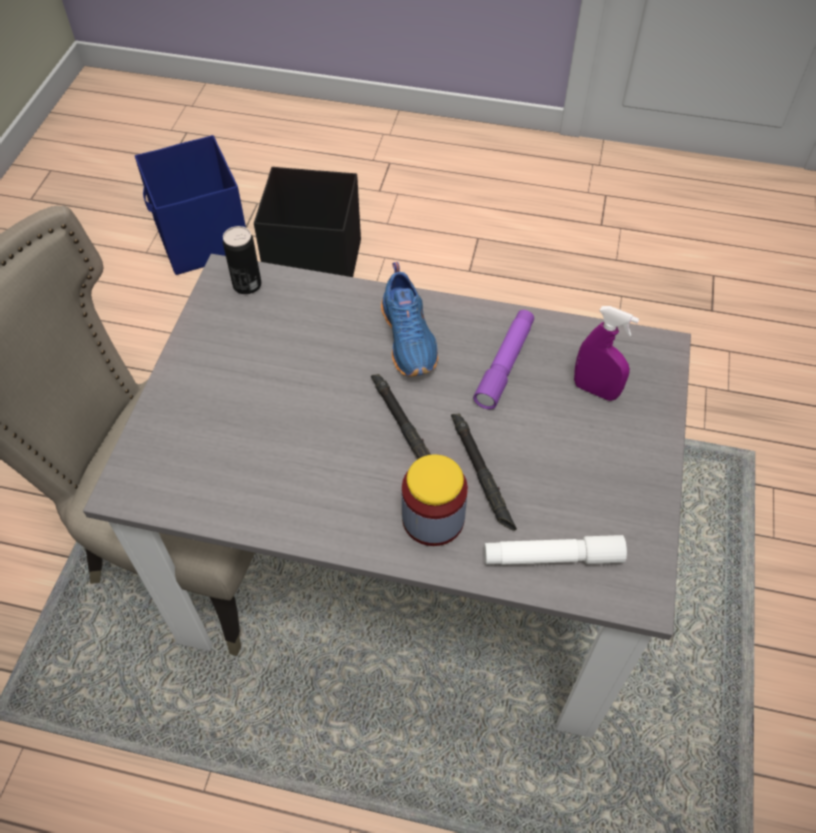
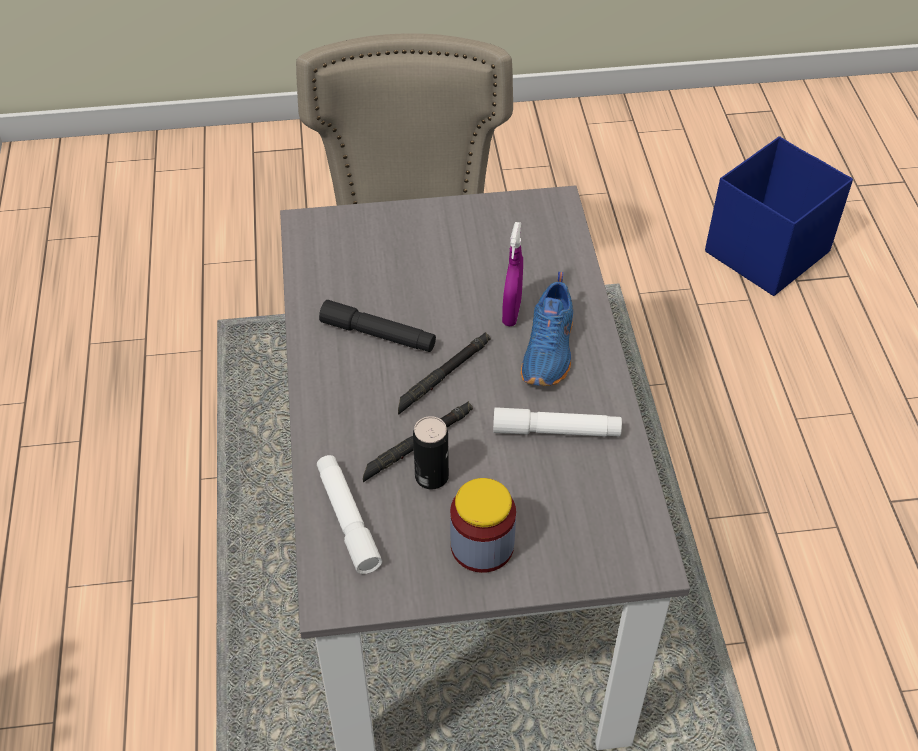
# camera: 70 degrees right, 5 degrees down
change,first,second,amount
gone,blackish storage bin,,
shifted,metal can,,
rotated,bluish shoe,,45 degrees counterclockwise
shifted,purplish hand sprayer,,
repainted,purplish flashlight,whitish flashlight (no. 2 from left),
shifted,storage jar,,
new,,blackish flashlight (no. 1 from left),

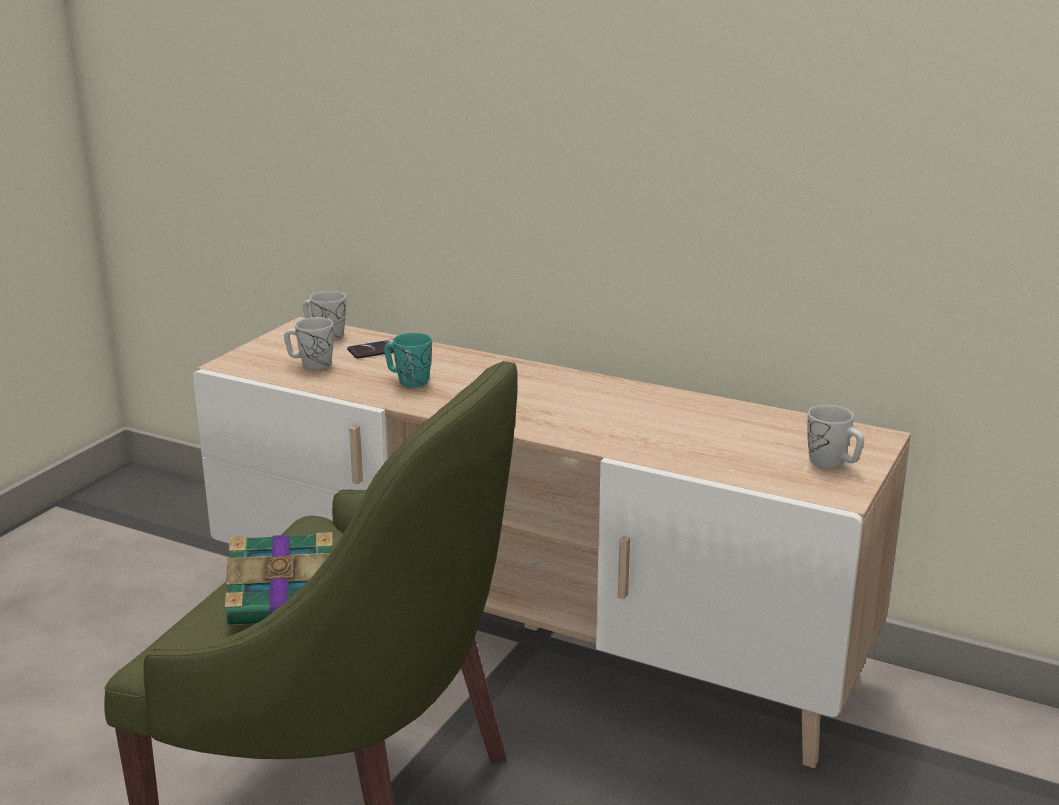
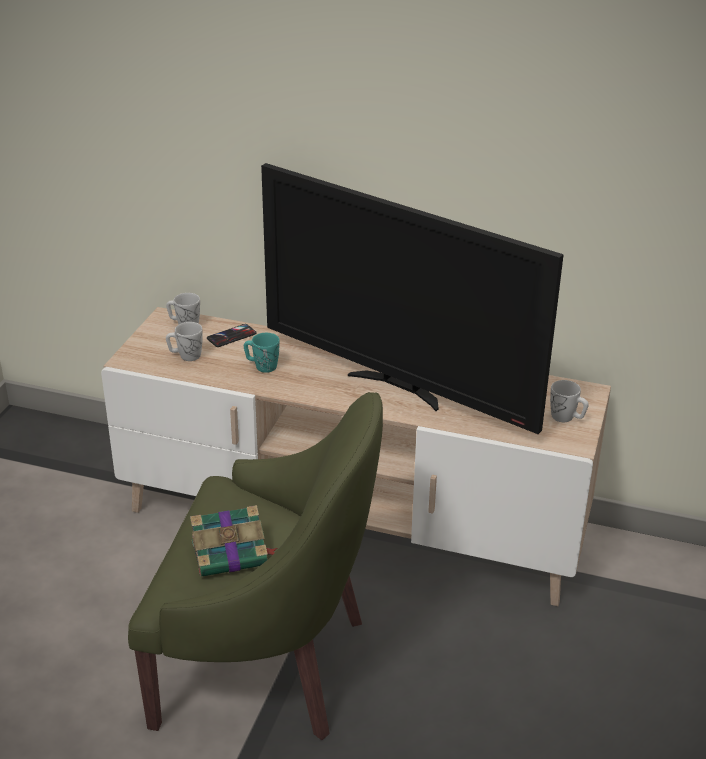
# camera: 10 degrees left, 10 degrees up
change,first,second,amount
new,,TV,

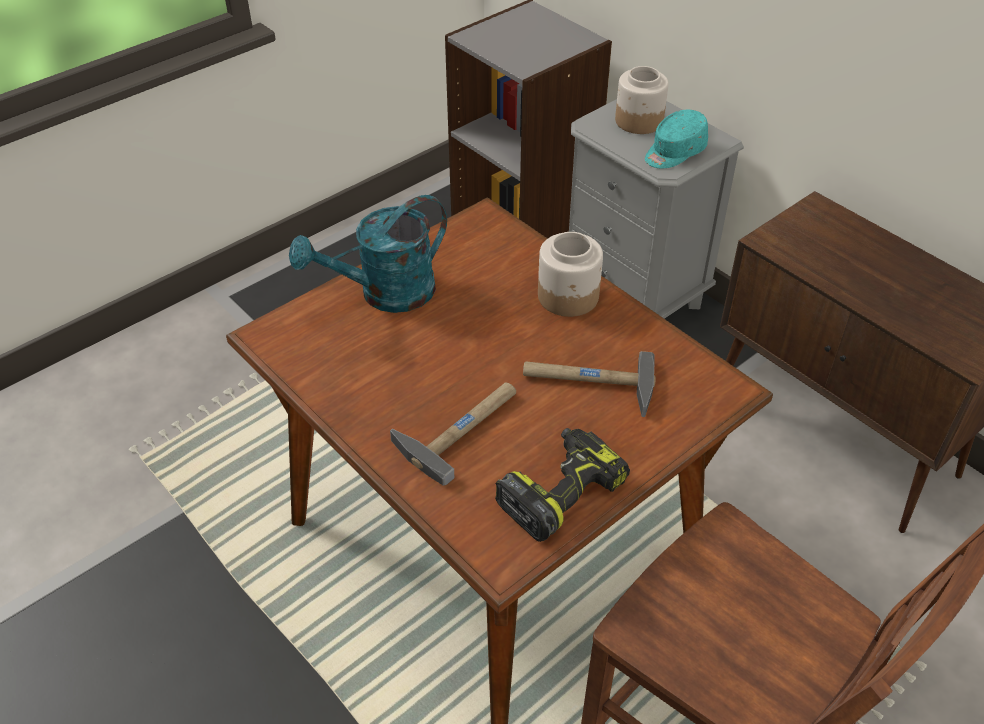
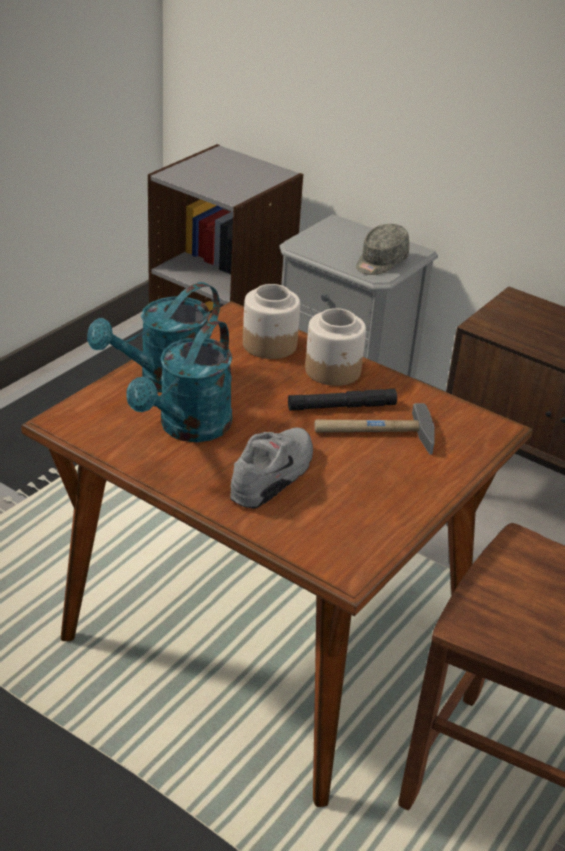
# camera: 15 degrees left, 10 degrees down
change,first,second,amount
shifted,storage jar (no. 2 from left in the first image),storage jar (no. 1 from left),
repainted,turquoise-coloured peaked cap,greyish peaked cap,
swapped,hammer (no. 1 from left),greyish shoe,
gone,electric drill,,
new,,turquoise-coloured watering can (no. 2 from left),
new,,blackish flashlight,

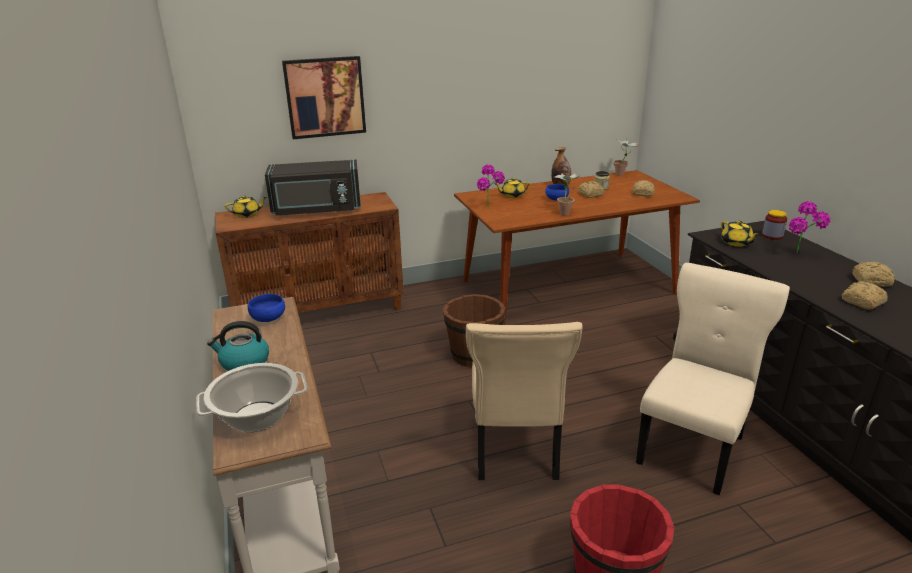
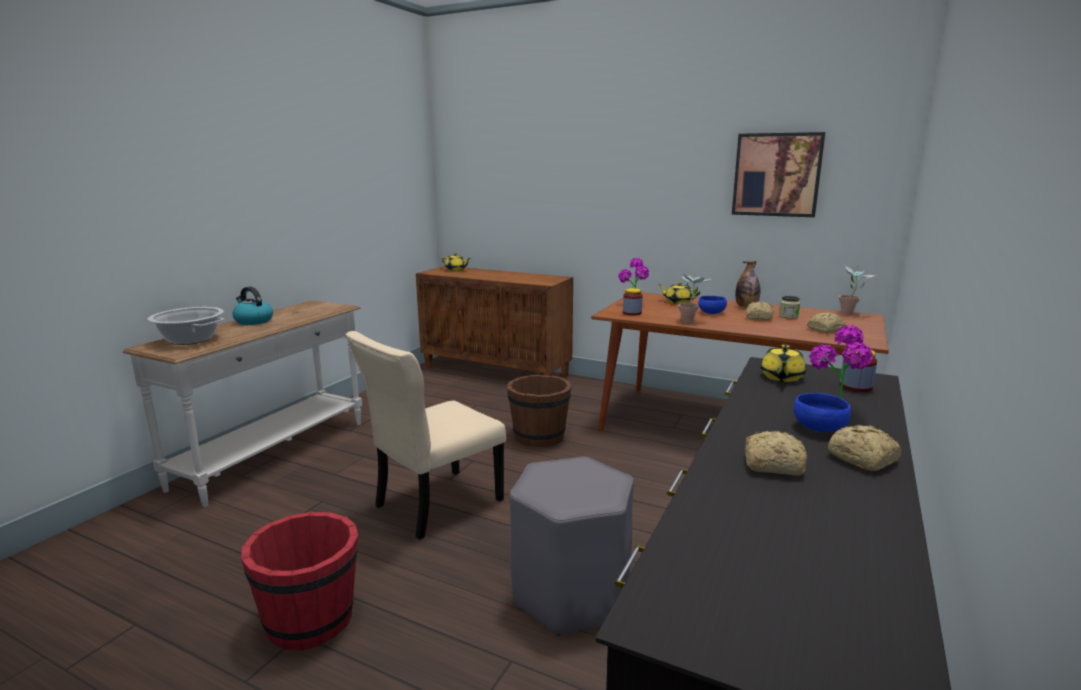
# camera: 45 degrees right, 10 degrees down
change,first,second,amount
shifted,picture,,
gone,blackish microwave,,
swapped,sand-coloured plain chair (no. 2 from left),greyish stool,
shifted,bluish deep dish (no. 1 from left in the first image),bluish deep dish (no. 2 from left),
new,,storage jar (no. 1 from left),

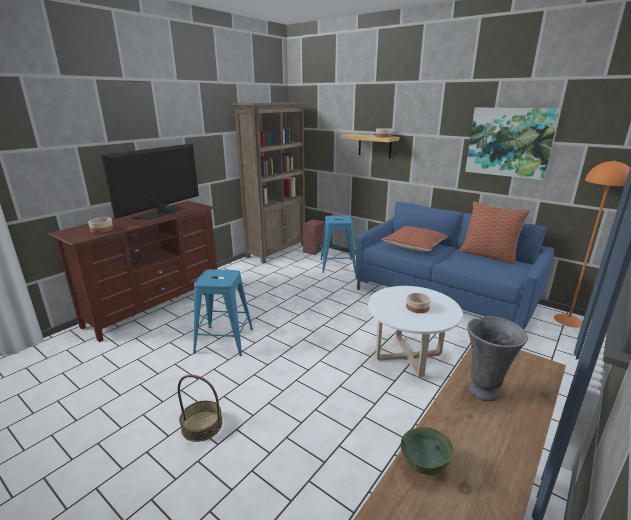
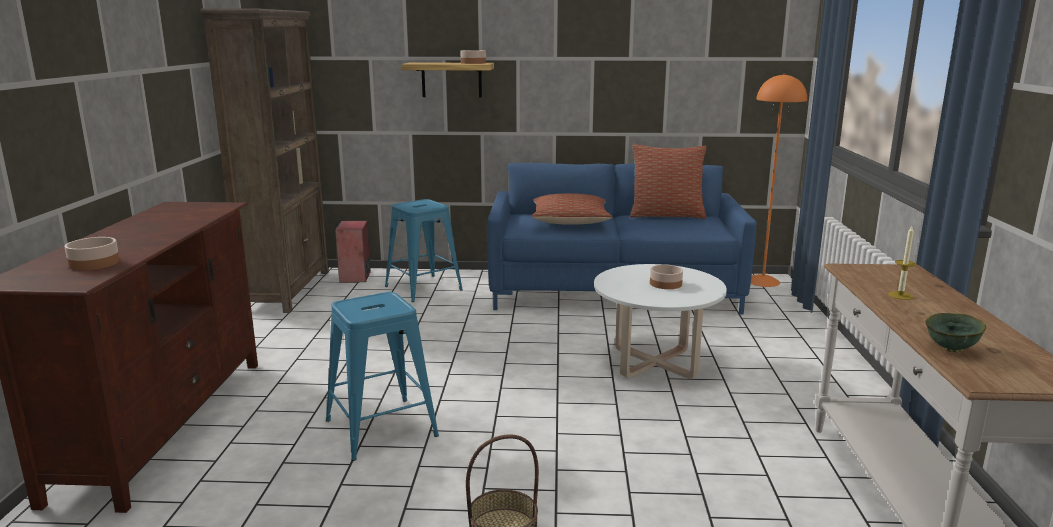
# camera: 35 degrees left, 5 degrees down
change,first,second,amount
gone,picture,,
gone,TV,,
swapped,greyish vase,candle,

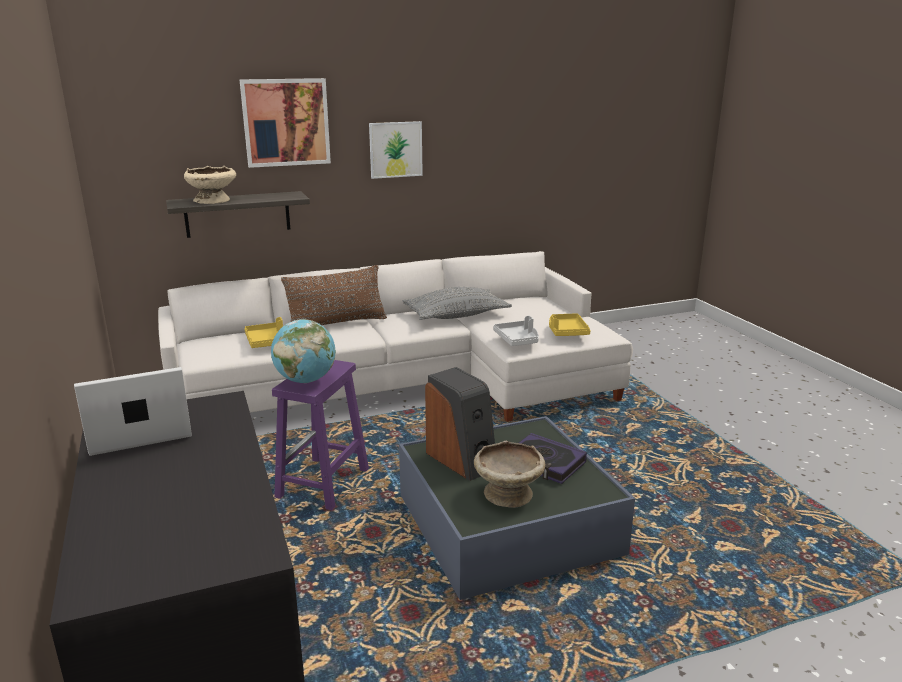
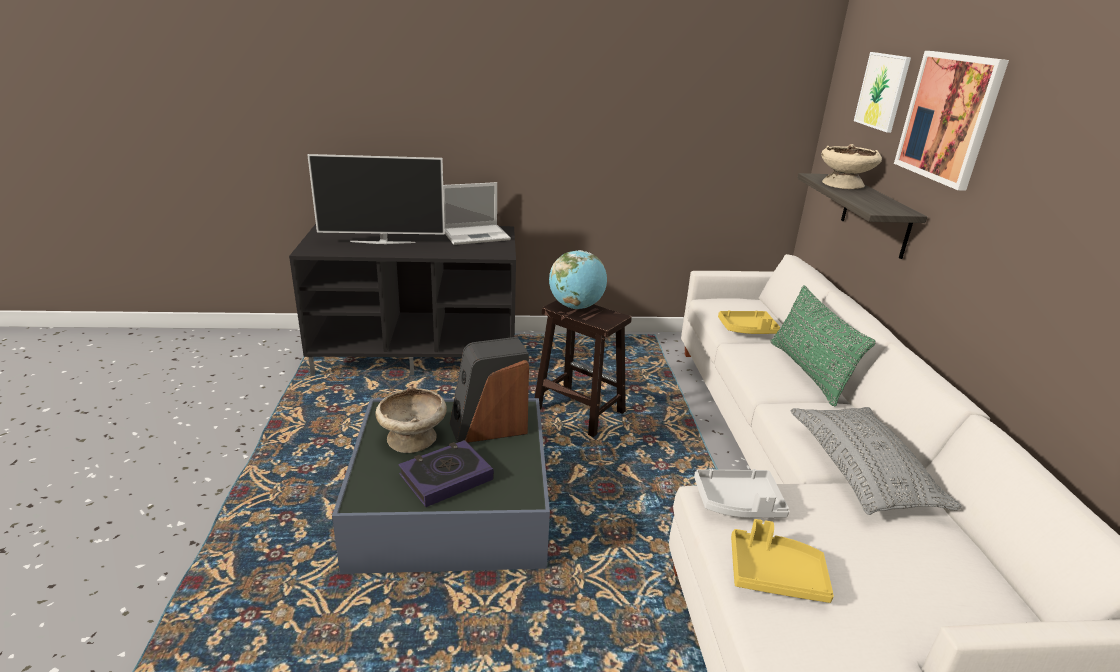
# camera: 105 degrees right, 5 degrees up
change,first,second,amount
shifted,picture (no. 2 from left in the first image),picture (no. 1 from left),
repainted,brown pillow,greenish pillow,
repainted,purplish stool,brown stool,
rotated,portable computer,,75 degrees clockwise
new,,TV,

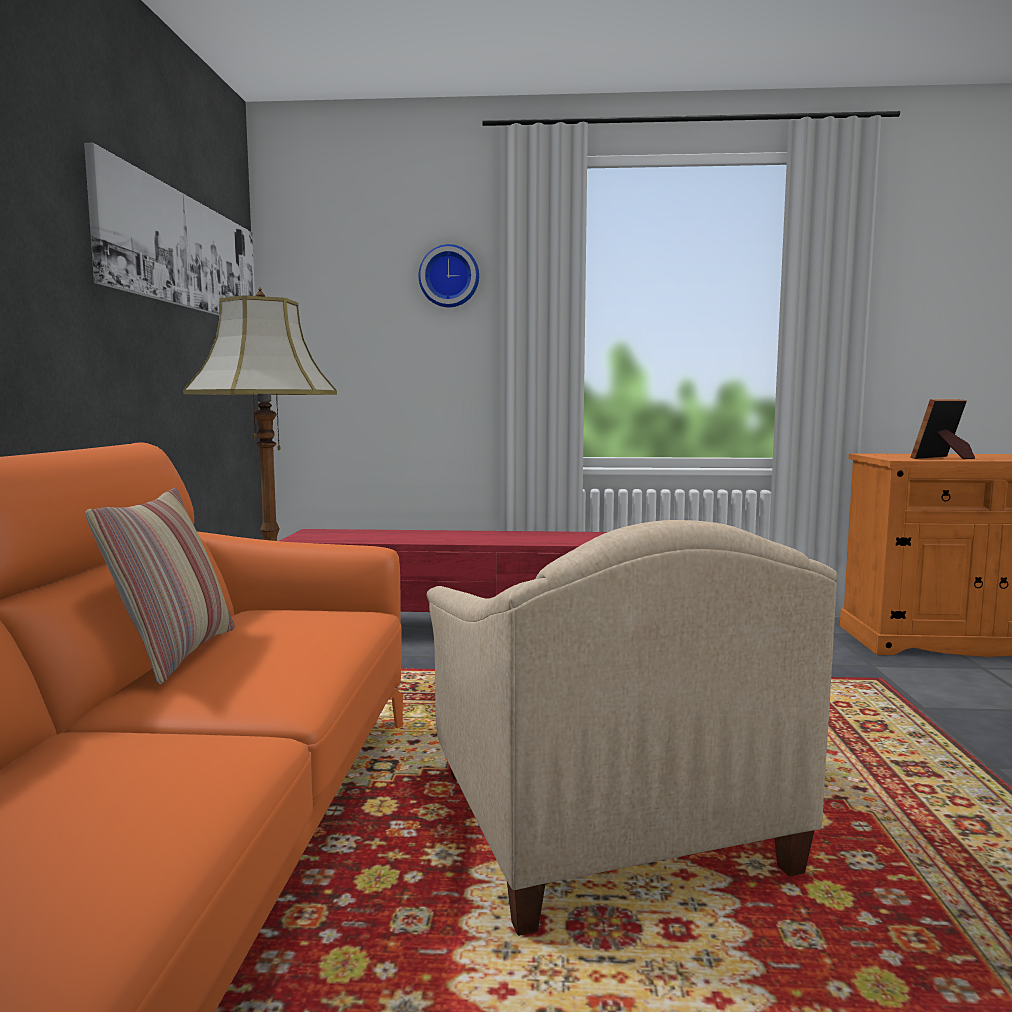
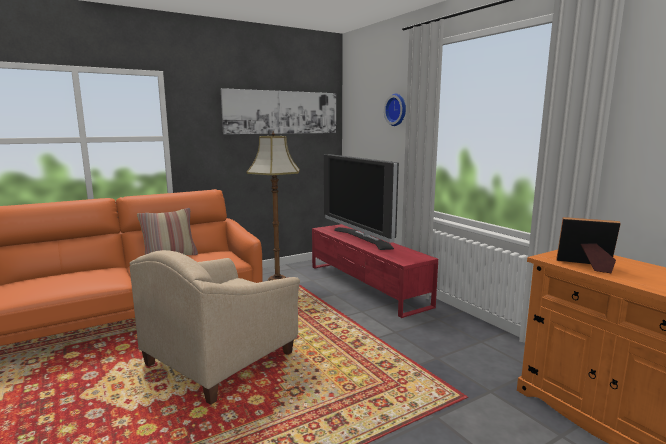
# camera: 55 degrees right, 5 degrees up
change,first,second,amount
new,,TV,

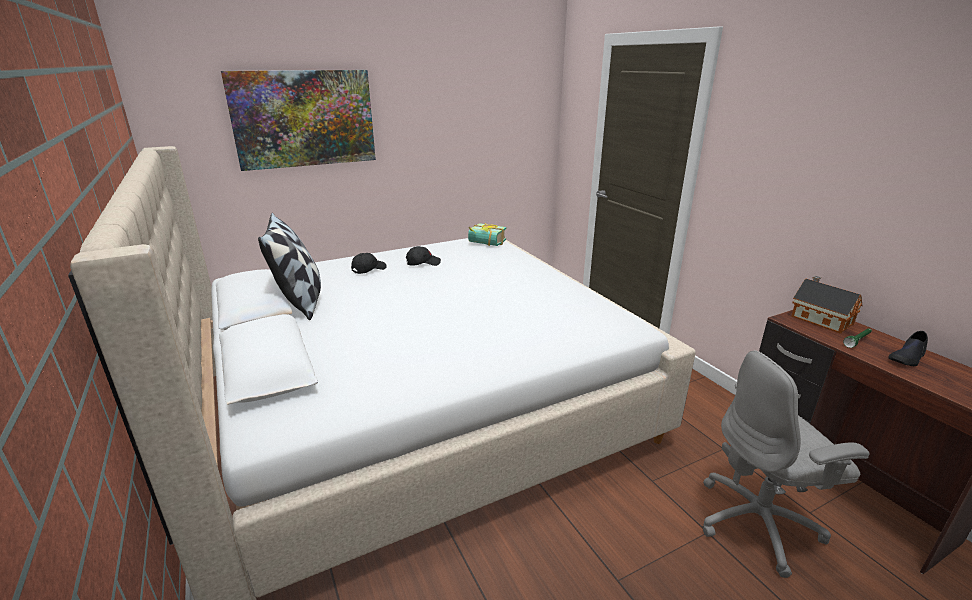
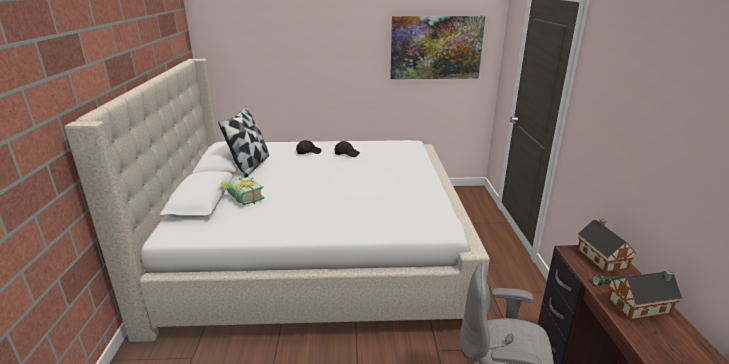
# camera: 25 degrees right, 0 degrees up
change,first,second,amount
shifted,picture,,
shifted,bound book,,
swapped,blackish shoe,toy house (no. 2 from left),

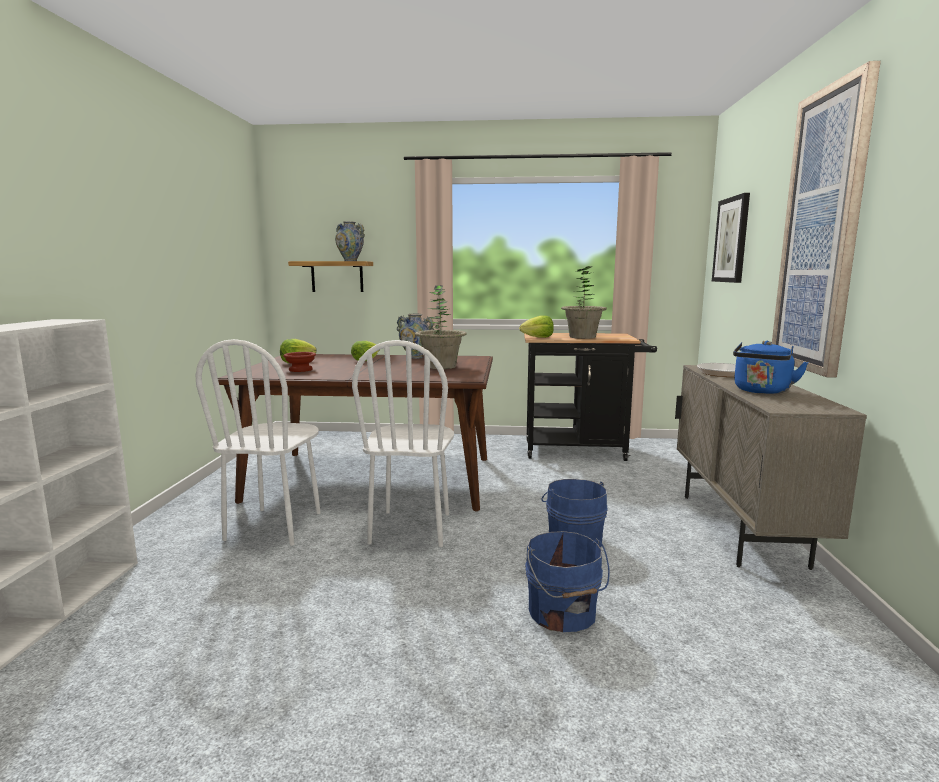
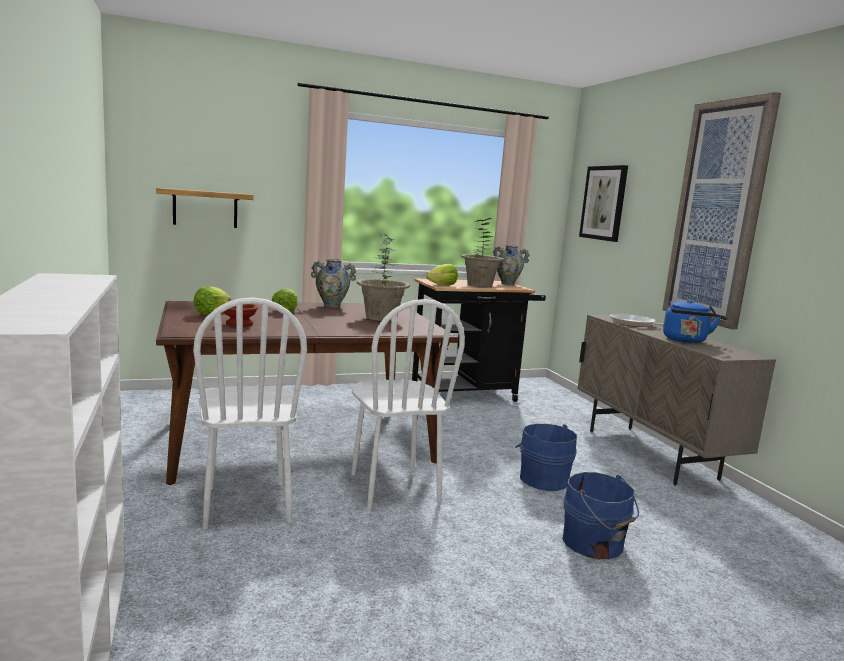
# camera: 25 degrees left, 0 degrees up
change,first,second,amount
shifted,vase (no. 1 from left in the first image),vase (no. 2 from left),

